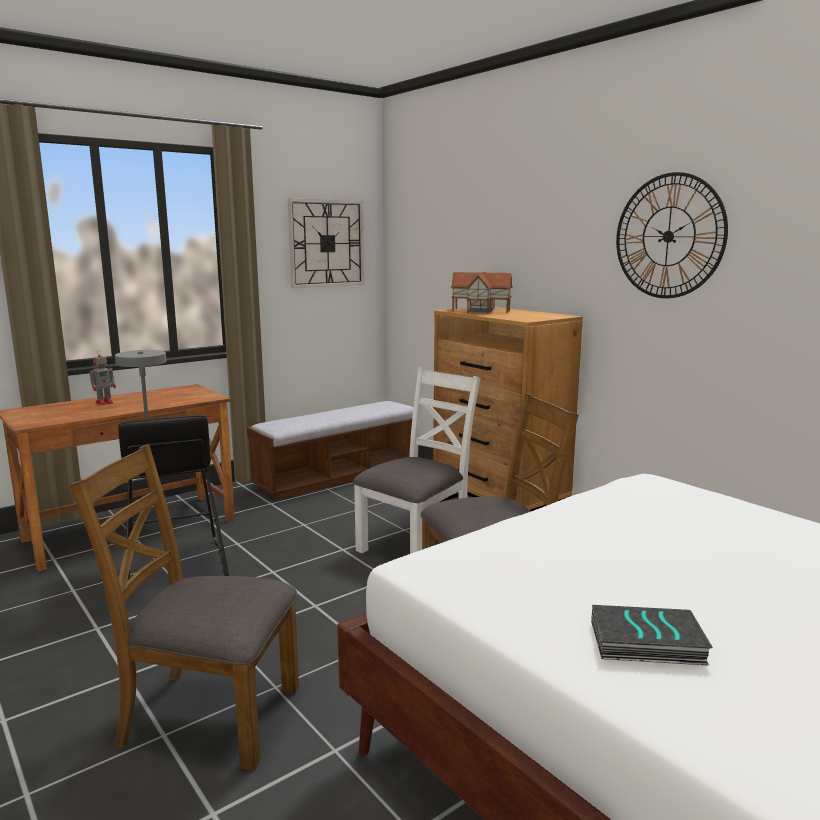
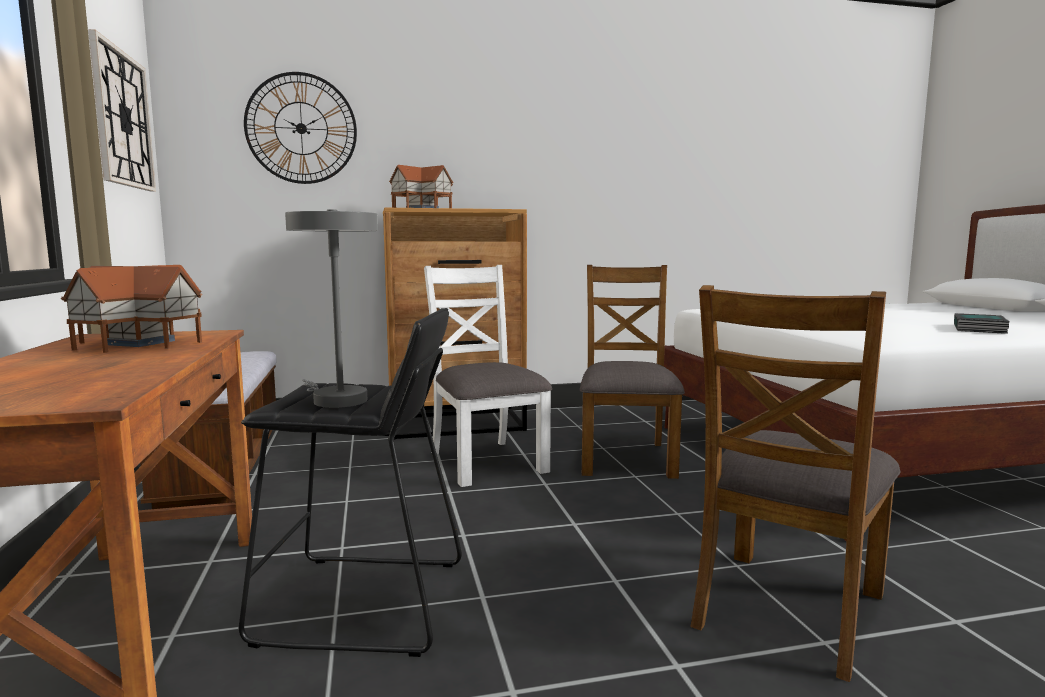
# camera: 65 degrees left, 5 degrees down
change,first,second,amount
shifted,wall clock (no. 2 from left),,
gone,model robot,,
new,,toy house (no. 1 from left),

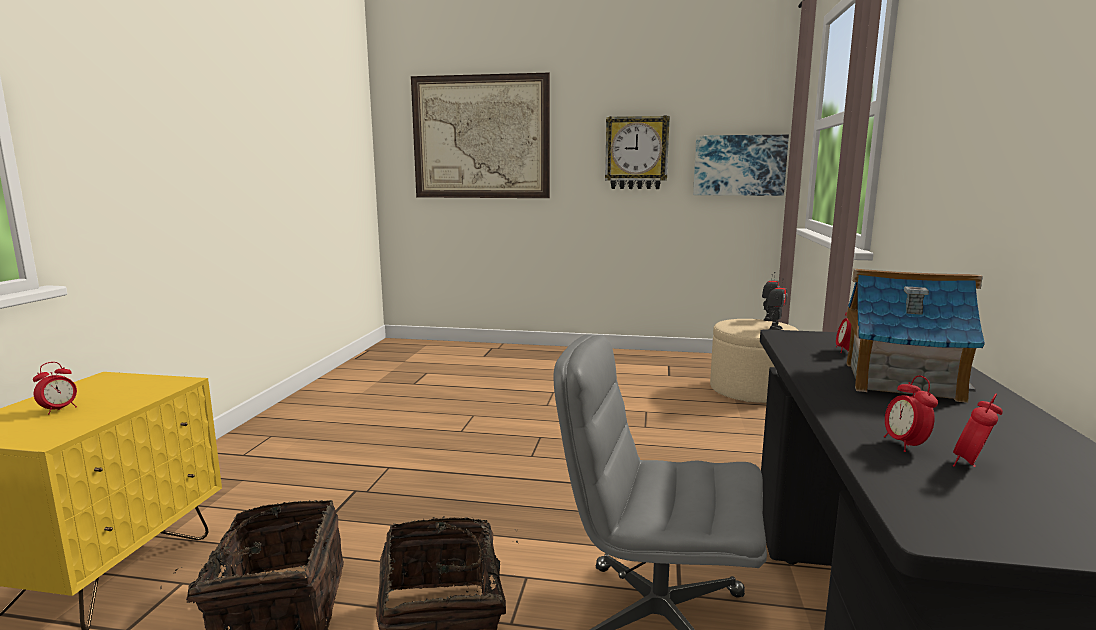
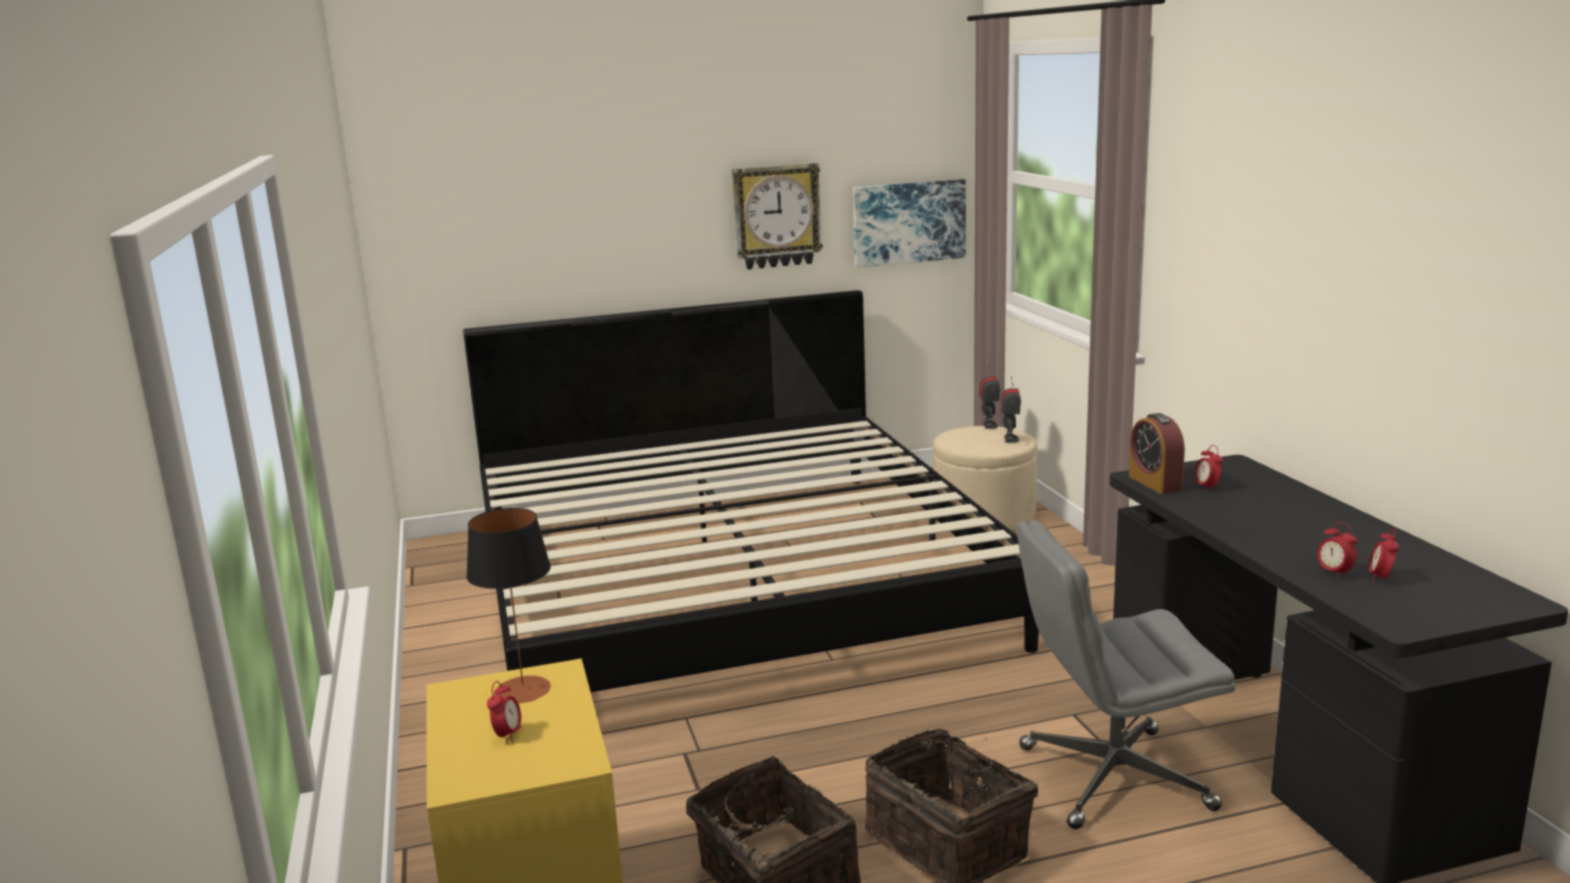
# camera: 25 degrees left, 5 degrees up
change,first,second,amount
gone,picture (no. 1 from left),,
gone,toy house,,
new,,bedroom bed,
new,,alarm clock (no. 2 from left),
new,,lamp for a table,

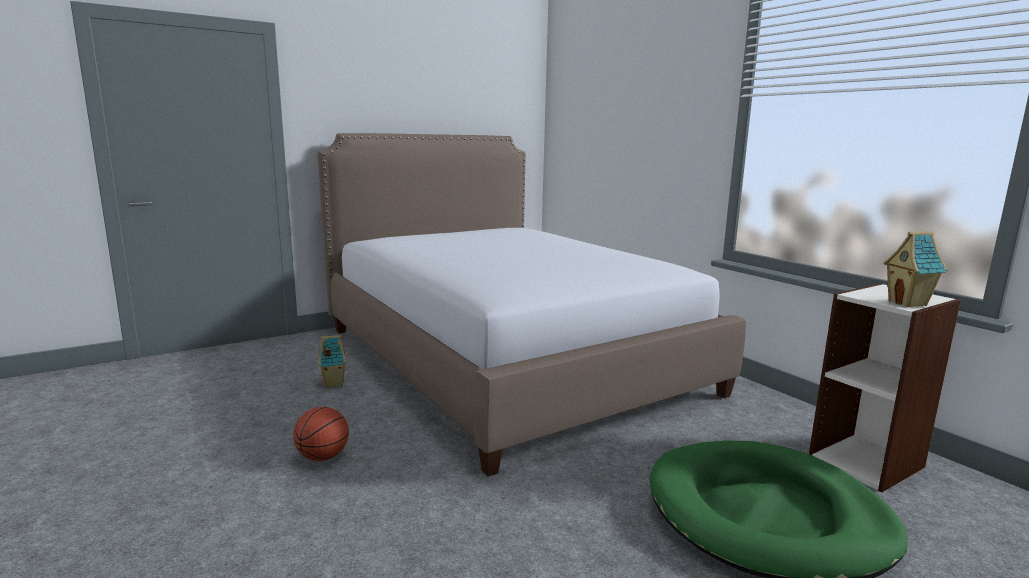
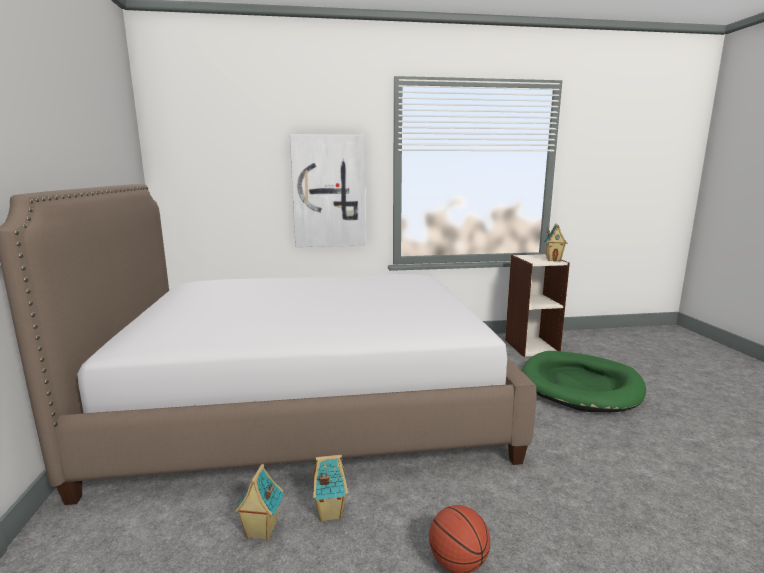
# camera: 65 degrees left, 0 degrees up
change,first,second,amount
new,,picture,
new,,toy house (no. 2 from left),

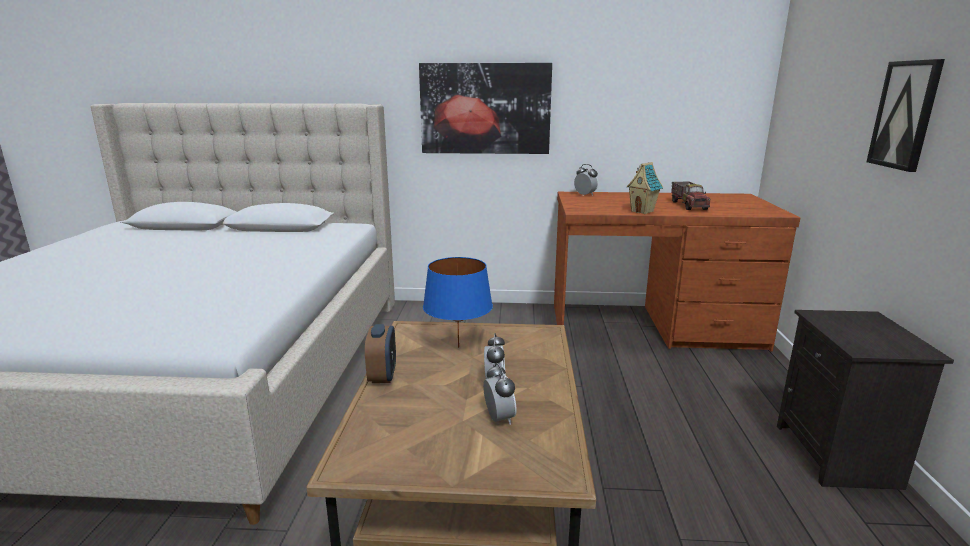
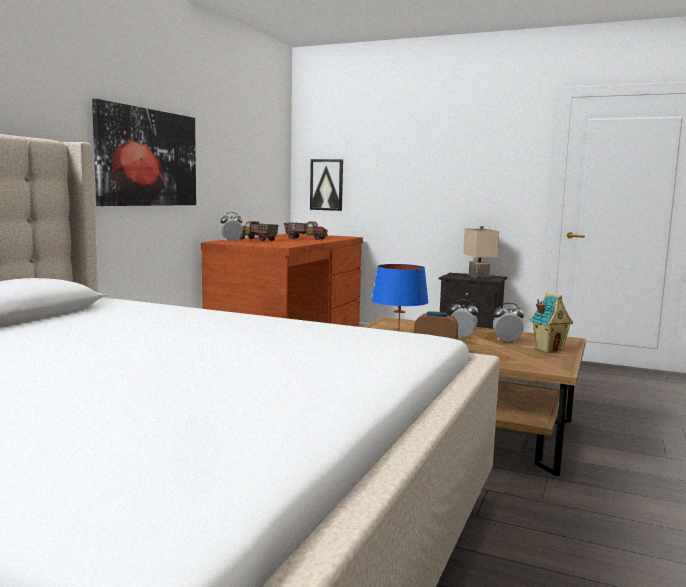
# camera: 70 degrees left, 10 degrees down
change,first,second,amount
shifted,picture (no. 2 from left),,
shifted,toy house,,
new,,toy truck (no. 1 from left),
new,,sand-coloured lamp for a table,

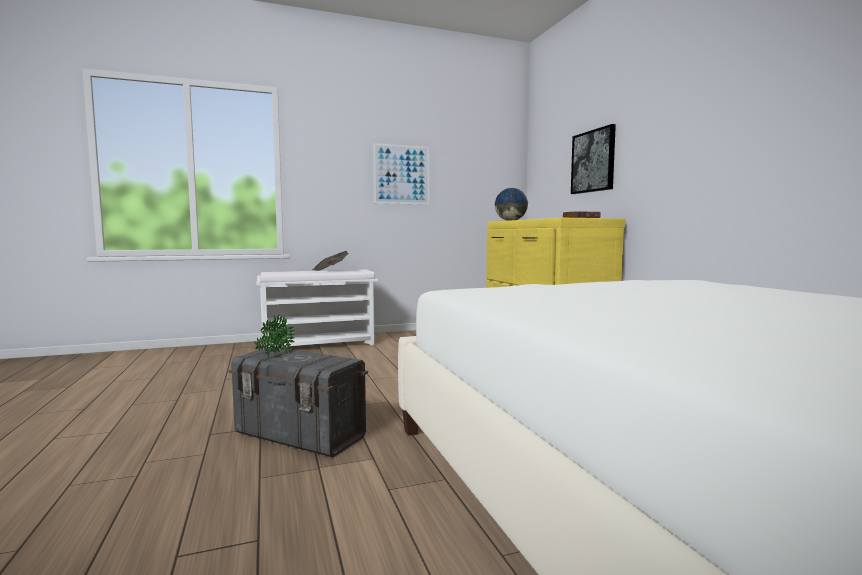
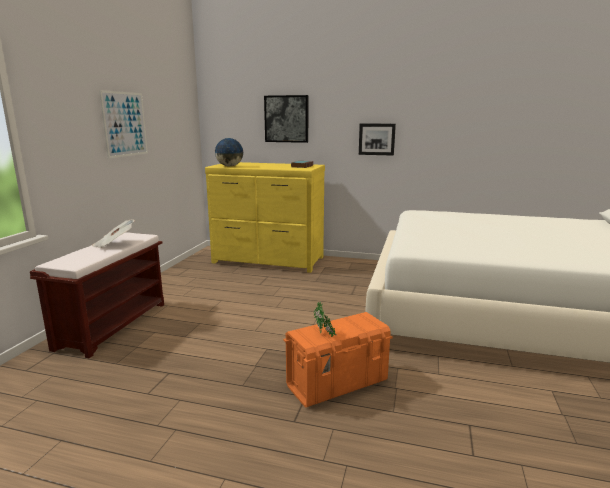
# camera: 55 degrees left, 10 degrees up
change,first,second,amount
repainted,whitish indoor bench,brown indoor bench,
repainted,greyish storage bin,orange storage bin,
new,,picture (no. 3 from left),

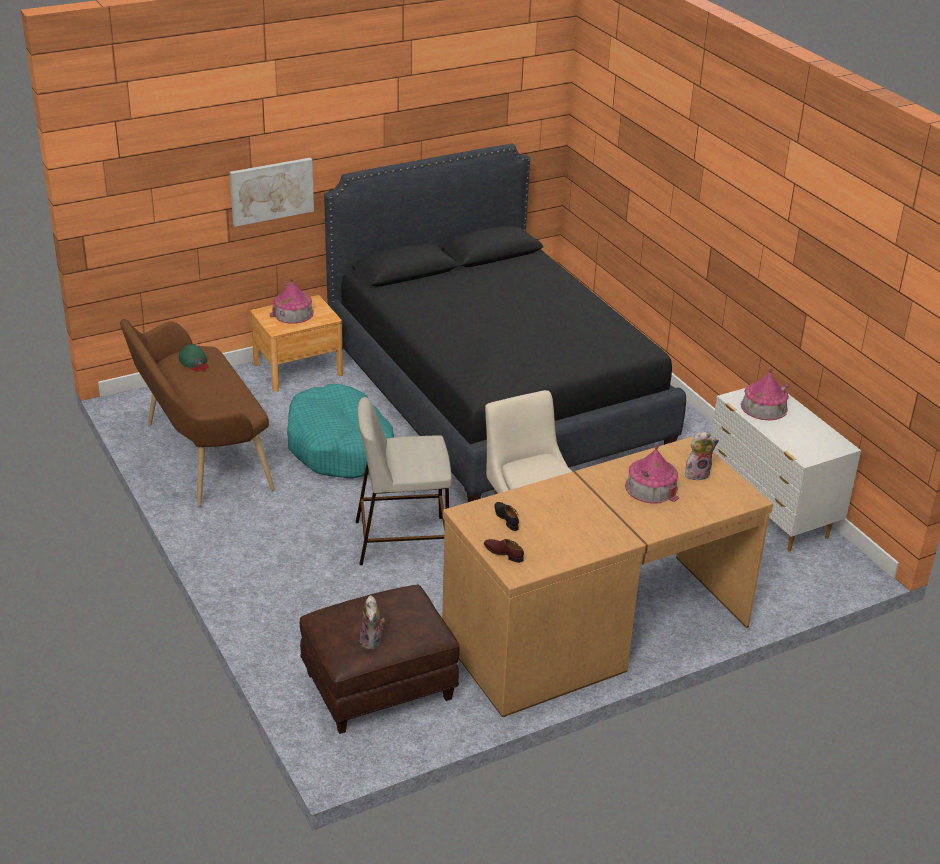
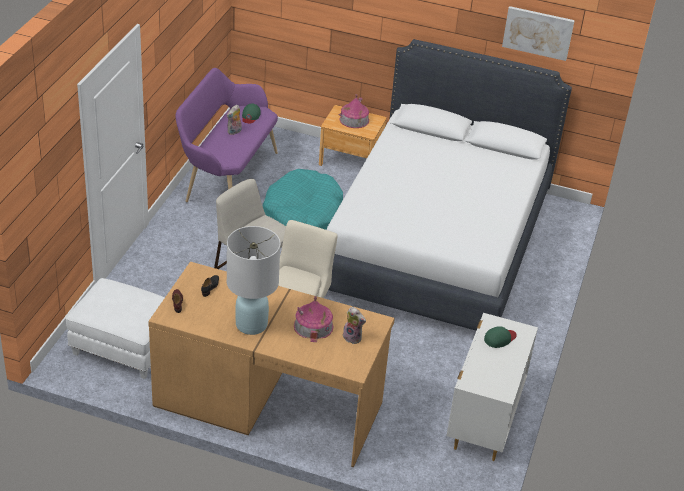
# camera: 45 degrees right, 5 degrees up
change,first,second,amount
repainted,blackish bedroom bed,whitish bedroom bed,
shifted,picture,,
repainted,brown indoor bench,purplish indoor bench,
swapped,toy house (no. 3 from left),greenish peaked cap (no. 2 from left),
repainted,brown footrest,whitish footrest,
shifted,plush toy (no. 1 from left),,
new,,whitish lamp for a table,

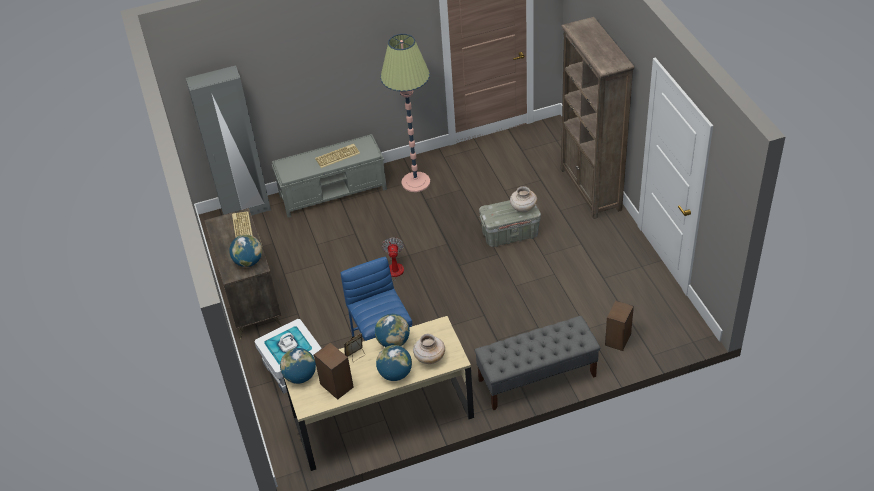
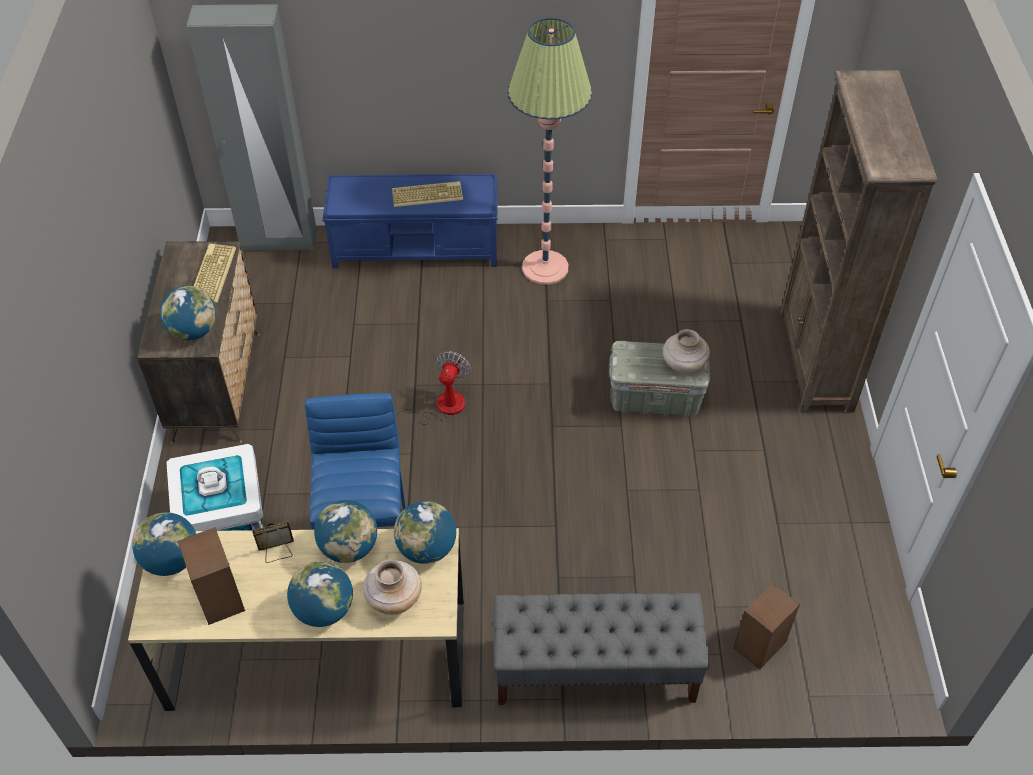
# camera: 15 degrees right, 5 degrees up
change,first,second,amount
repainted,greyish indoor bench (no. 1 from left),bluish indoor bench,
new,,desk globe (no. 5 from left),

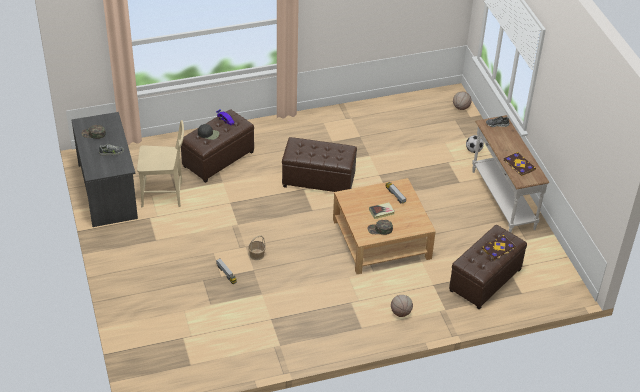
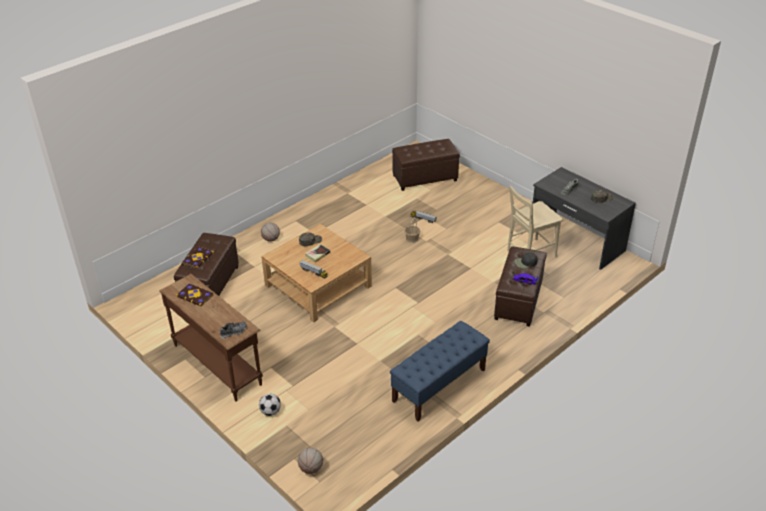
# camera: 155 degrees right, 5 degrees down
change,first,second,amount
repainted,whitish hall table,brown hall table,
shifted,brown footrest (no. 2 from left),,
new,,bluish indoor bench,

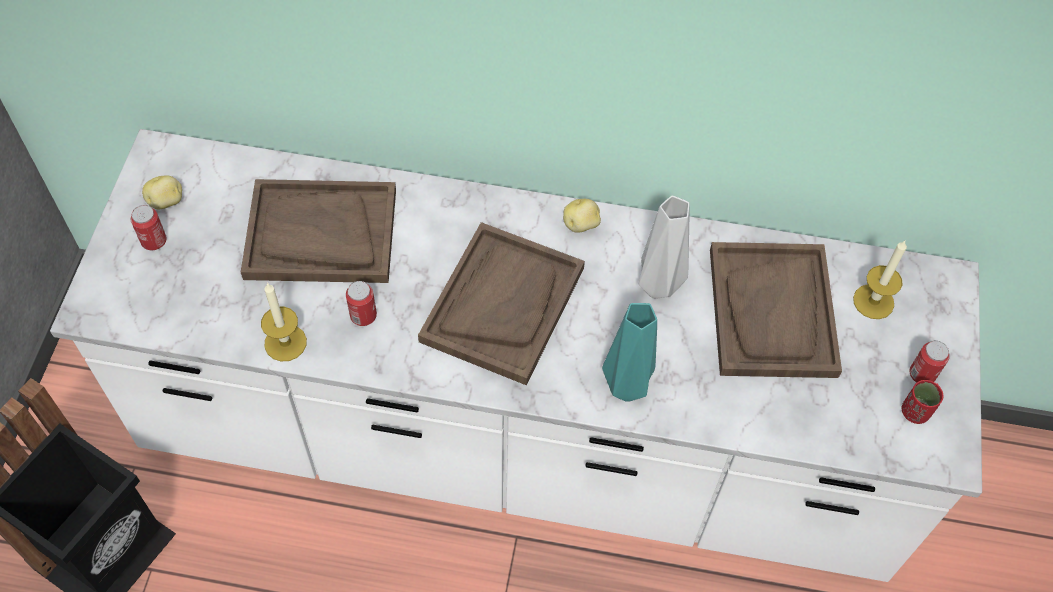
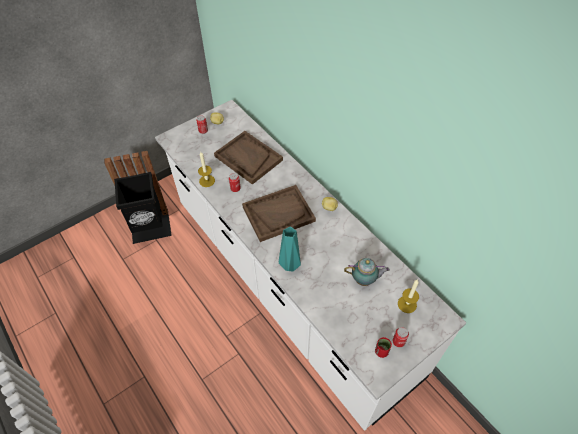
# camera: 45 degrees right, 5 degrees down
change,first,second,amount
gone,greyish vase,,
swapped,brown carrying tray (no. 3 from left),teapot,

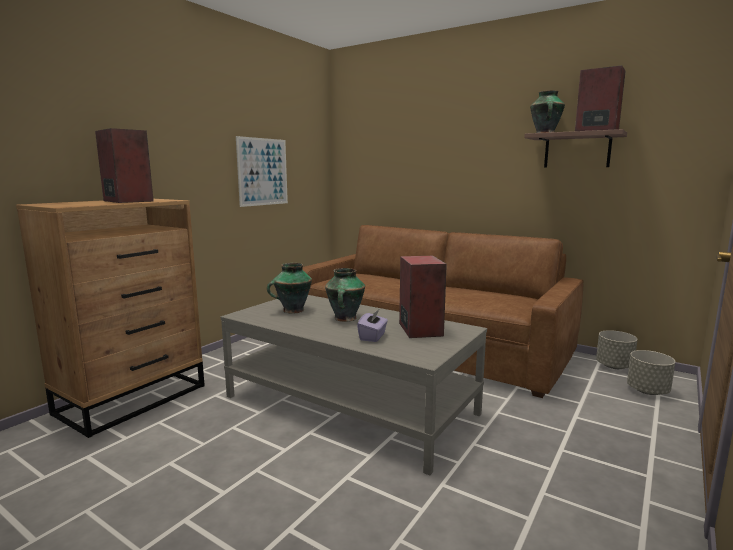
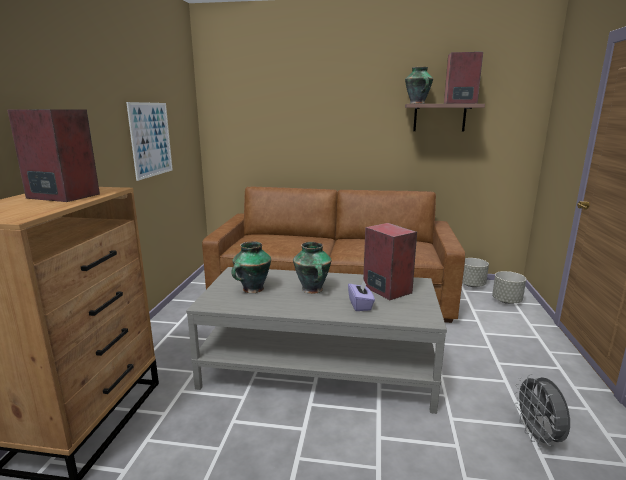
# camera: 25 degrees left, 5 degrees up
change,first,second,amount
new,,greyish cooling fan,

